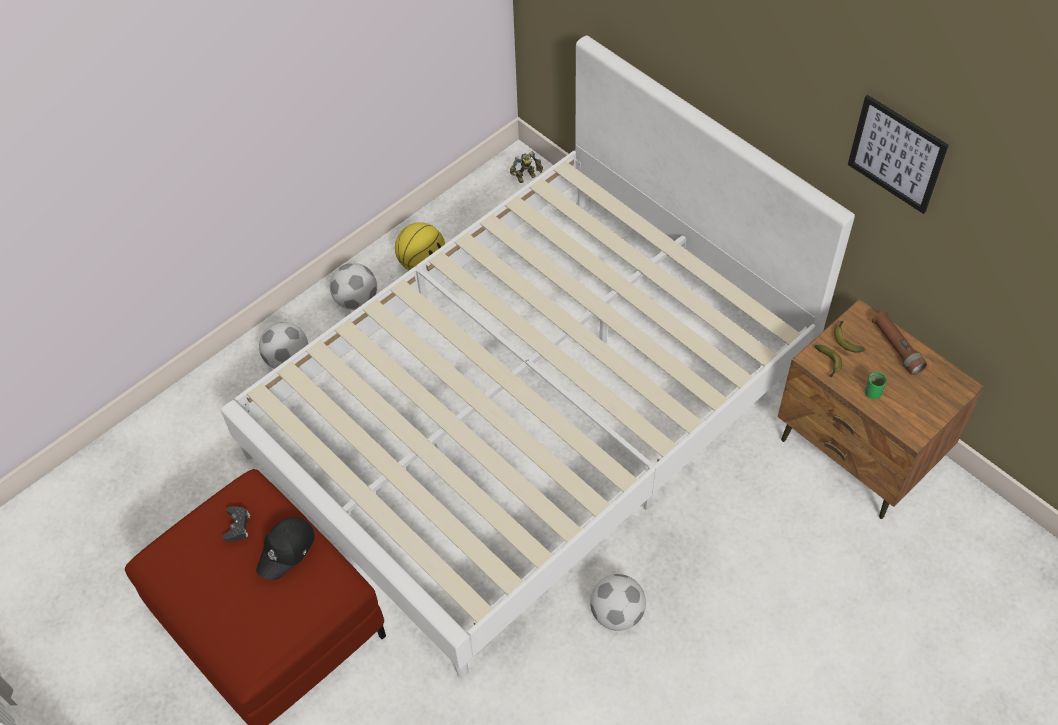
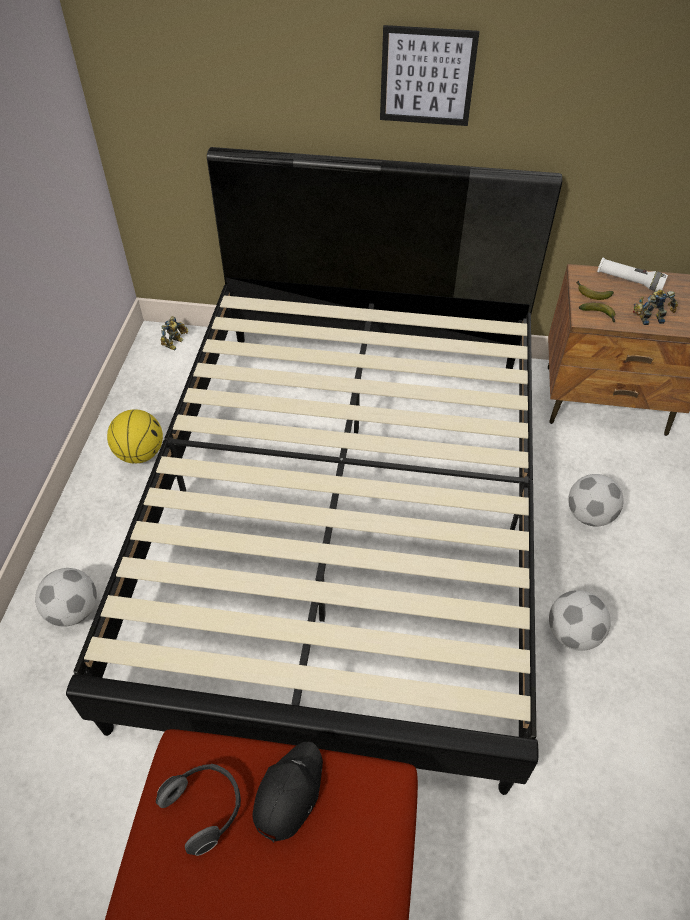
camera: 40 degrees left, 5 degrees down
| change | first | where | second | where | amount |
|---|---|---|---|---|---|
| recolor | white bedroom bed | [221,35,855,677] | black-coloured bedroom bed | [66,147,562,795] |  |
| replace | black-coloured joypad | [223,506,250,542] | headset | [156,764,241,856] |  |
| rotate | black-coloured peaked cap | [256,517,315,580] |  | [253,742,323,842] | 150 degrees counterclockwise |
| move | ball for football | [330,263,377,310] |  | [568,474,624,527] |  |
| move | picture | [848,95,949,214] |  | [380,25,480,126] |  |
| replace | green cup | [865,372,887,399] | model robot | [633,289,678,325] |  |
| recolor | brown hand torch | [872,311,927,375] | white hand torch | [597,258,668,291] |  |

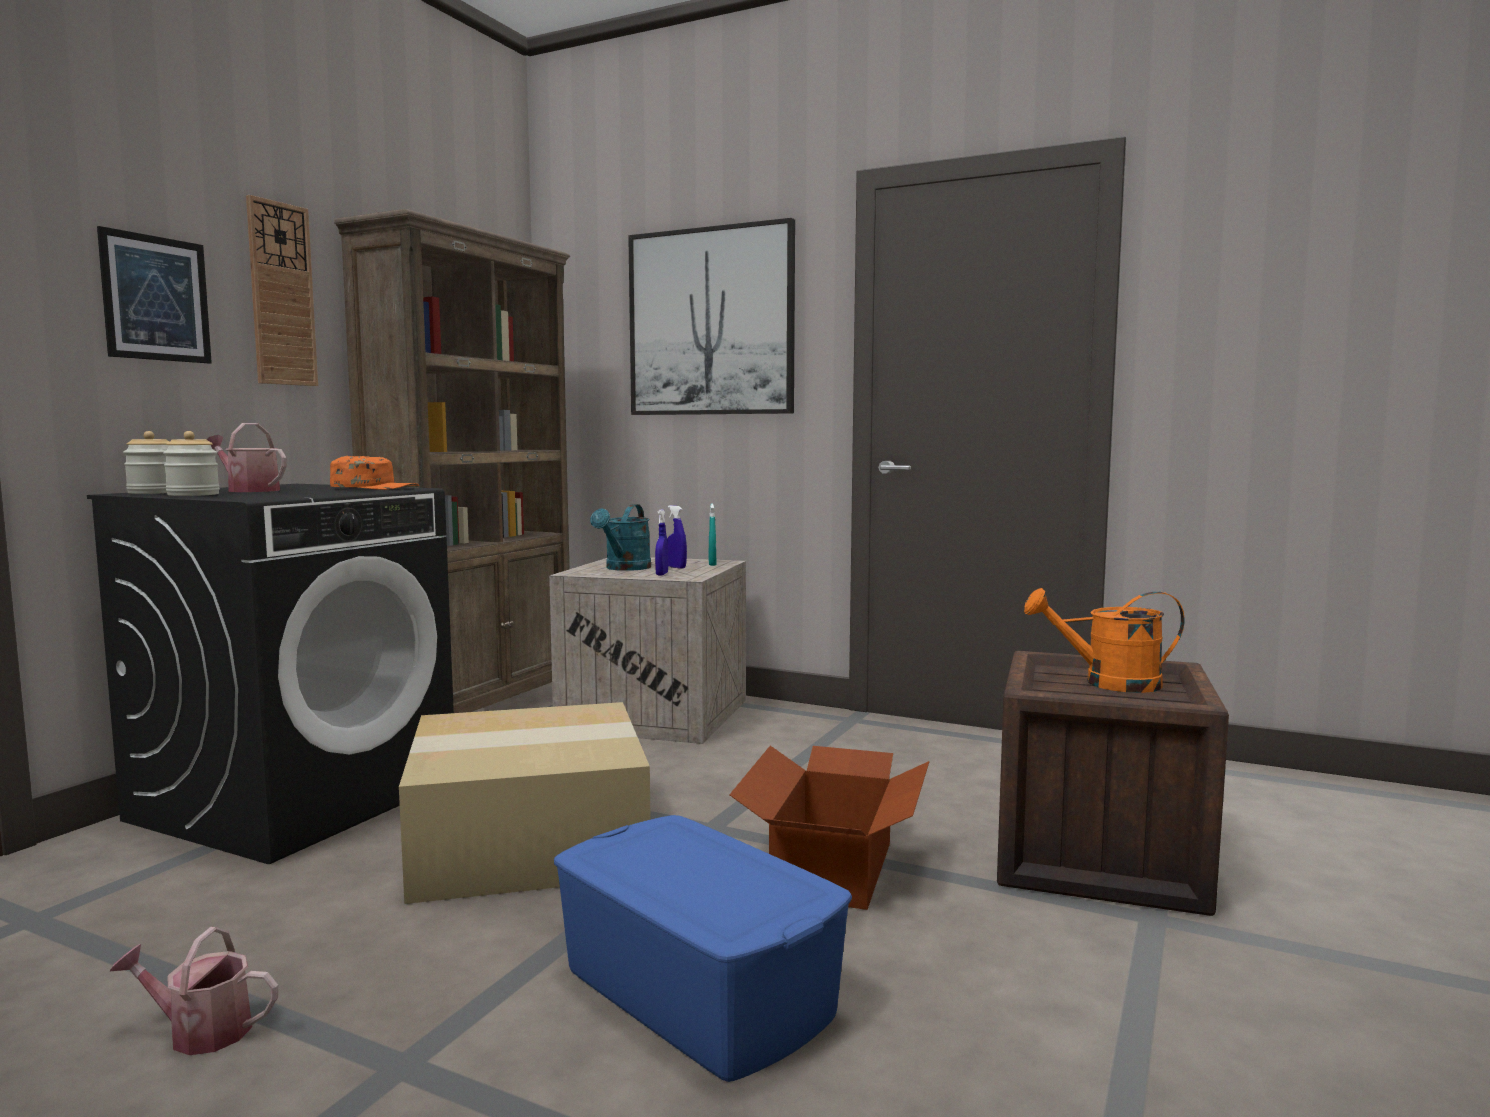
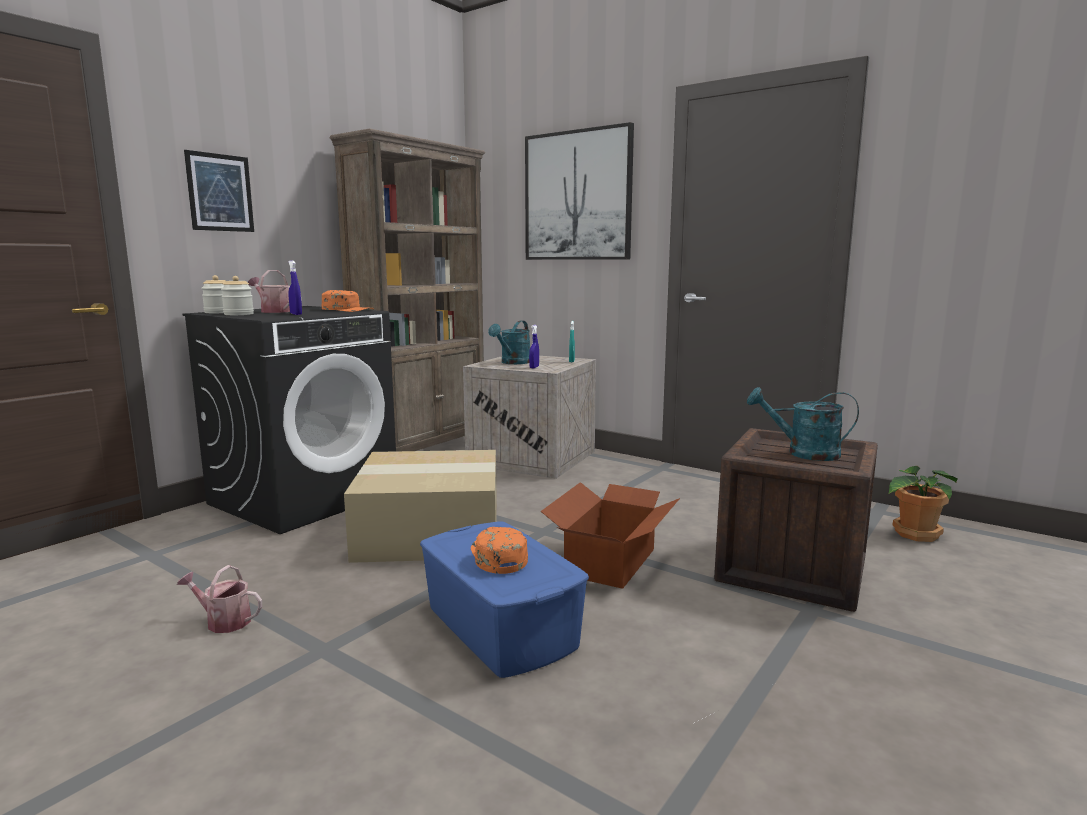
camera: 10 degrees right, 5 degrees up
| change | first | where | second | where | amount |
|---|---|---|---|---|---|
| delete | hanging clock | [246,195,318,386] |  |  |  |
| move | bluish hand sprayer | [667,505,687,569] |  | [288,260,302,315] |  |
| recolor | orange watering can | [1024,588,1184,693] | turquoise watering can | [747,387,859,461] |  |
| insert |  |  | orange peaked cap | [471,527,528,574] |  |
| insert |  |  | houseplant | [889,466,958,542] |  |

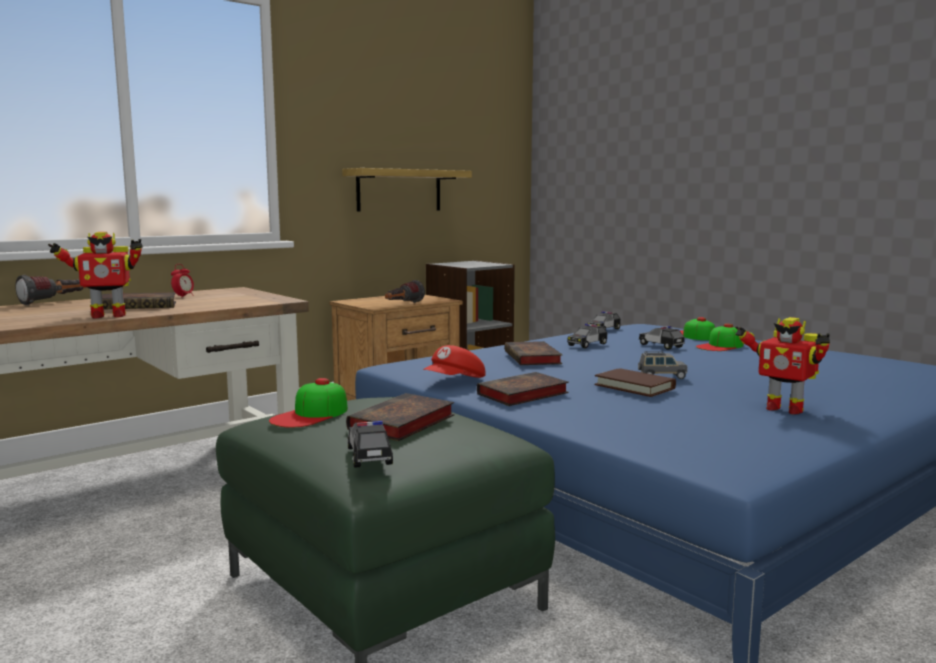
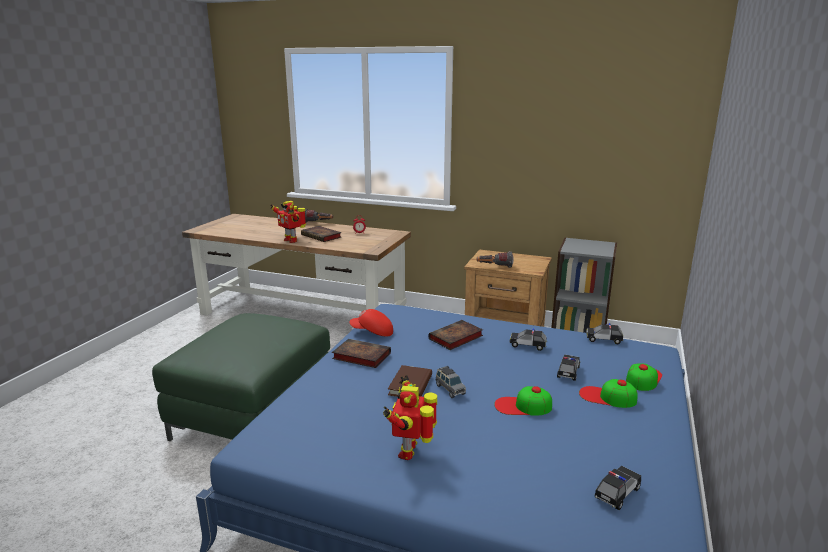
camera: 60 degrees right, 10 degrees up
| change | first | where | second | where | amount |
|---|---|---|---|---|---|
| move | peaked cap | [269,378,348,428] |  | [494,386,552,416] |  |
| delete | wall shelf | [342,168,472,212] |  |  |  |
| delete | book | [346,393,454,441] |  |  |  |
| move | model car | [347,421,393,468] |  | [595,466,641,510] |  |

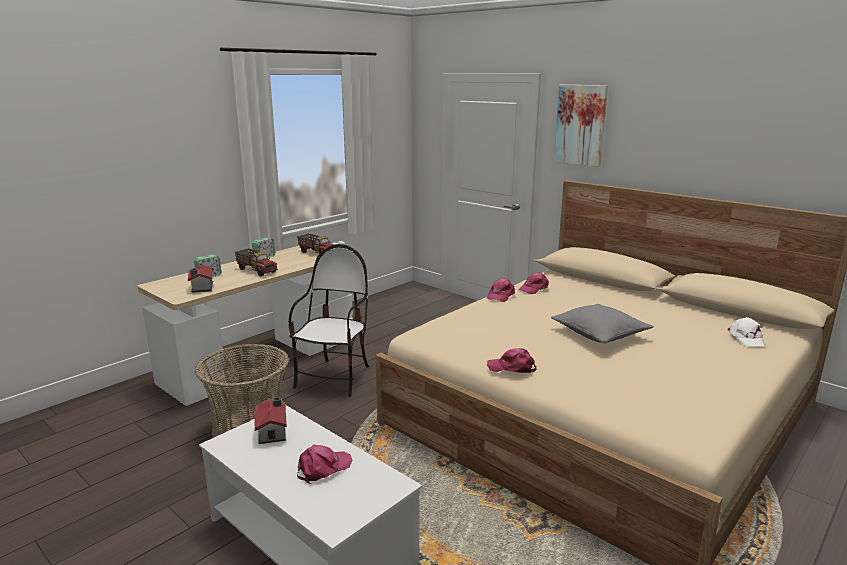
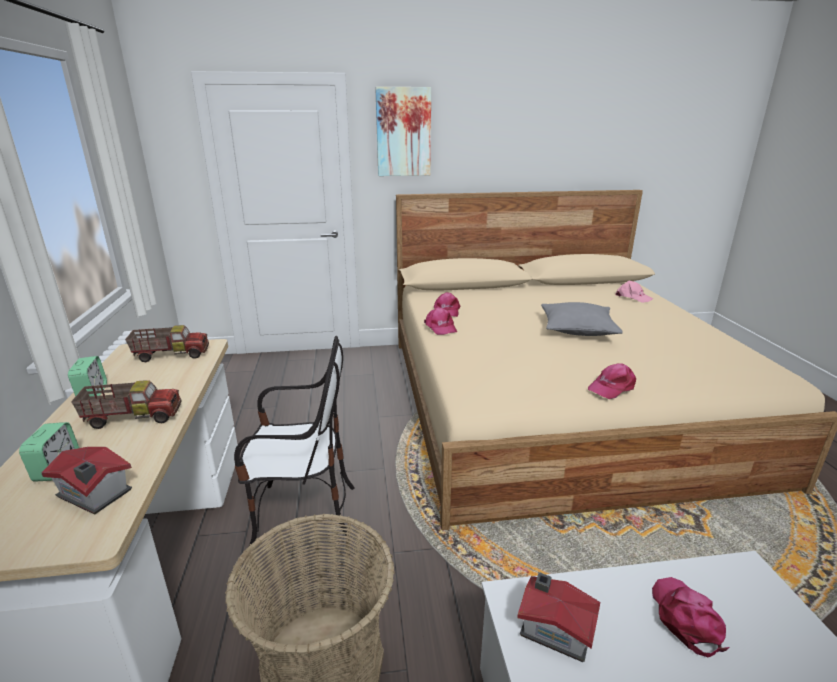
camera: 50 degrees left, 5 degrees up
| change | first | where | second | where | amount |
|---|---|---|---|---|---|
| rotate | chair | [289,244,369,397] |  | [234,336,354,546] | 120 degrees clockwise |
| recolor | white peaked cap | [727,317,766,346] | pink-coloured peaked cap | [616,281,653,303] |  |

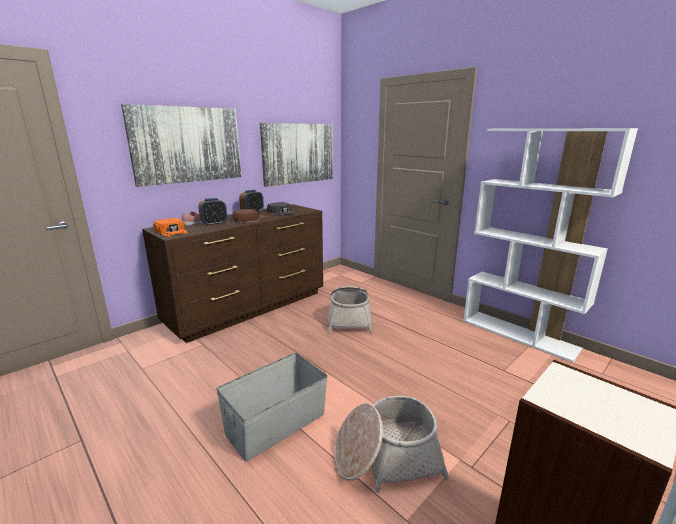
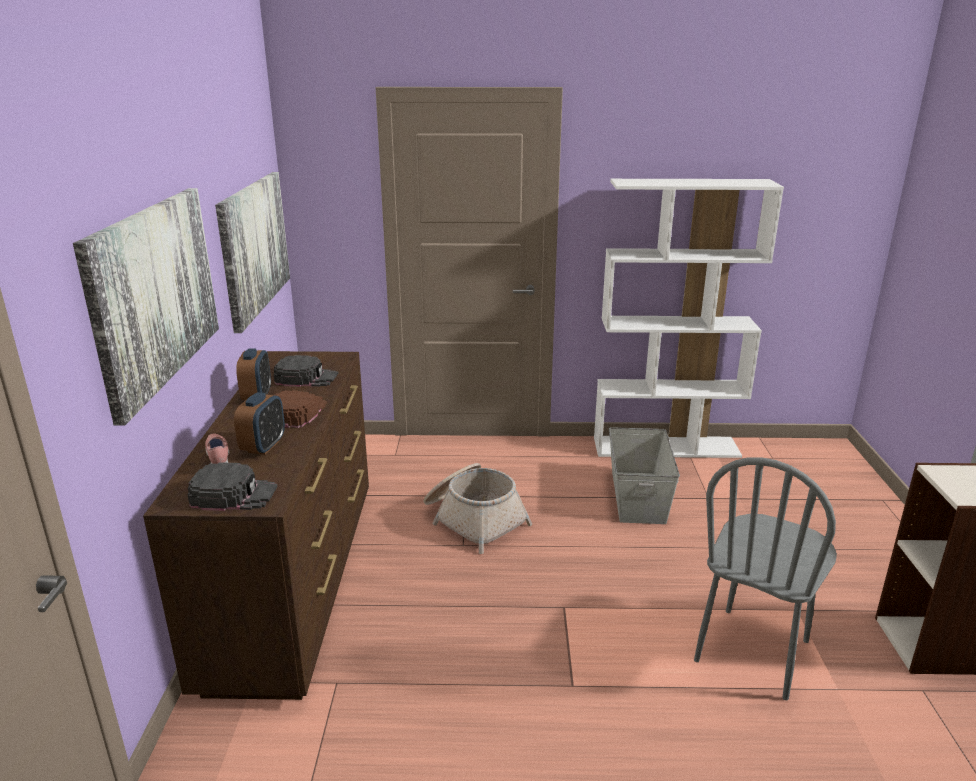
camera: 45 degrees left, 5 degrees up
| change | first | where | second | where | amount |
|---|---|---|---|---|---|
| recolor | orange peaked cap | [153,218,188,237] | black-coloured peaked cap | [187,462,278,511] |  |
| move | gray storage box | [216,353,328,462] |  | [609,427,680,524] |  |
| replace | household basket | [334,396,449,493] | gray chair | [694,457,837,700] |  |

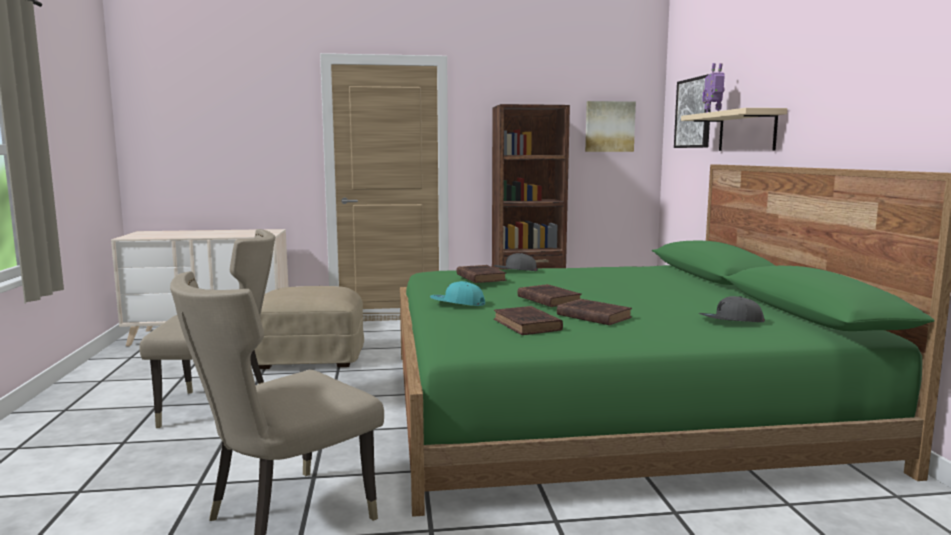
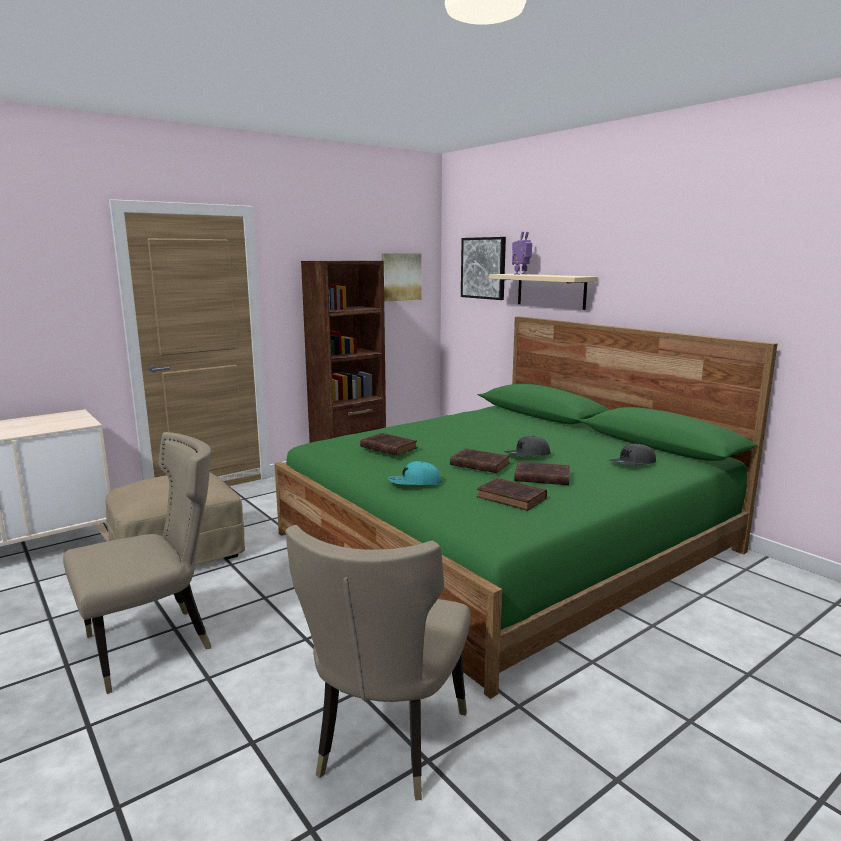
camera: 30 degrees left, 5 degrees up
| change | first | where | second | where | amount |
|---|---|---|---|---|---|
| move | gray peaked cap | [494,253,538,271] |  | [504,436,551,456] |  |

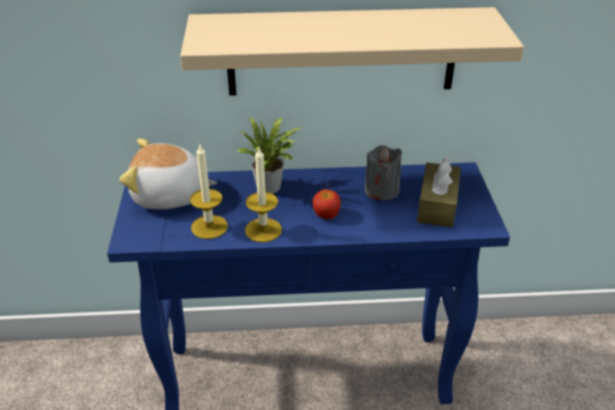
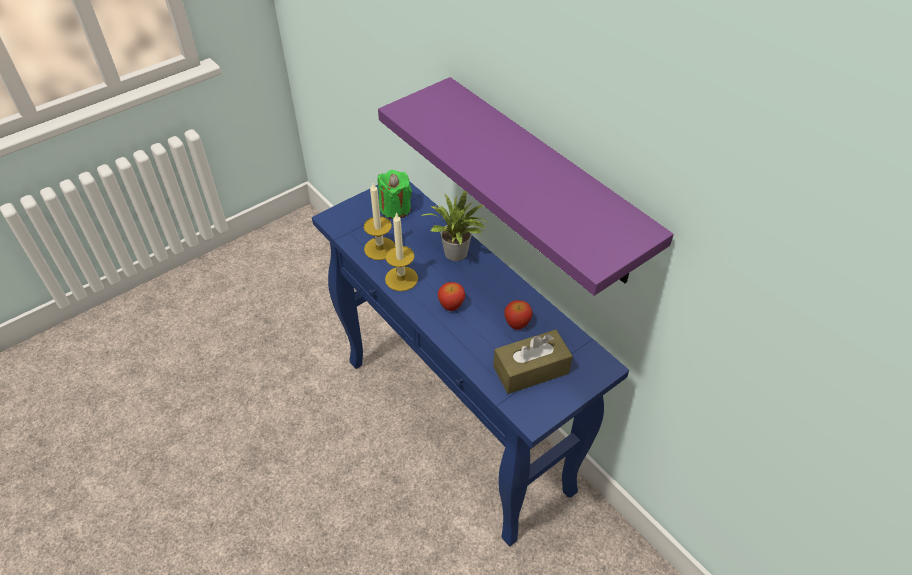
camera: 55 degrees right, 10 degrees up
| change | first | where | second | where | amount |
|---|---|---|---|---|---|
| replace | cuddly toy | [119,139,217,209] | green candle | [377,170,412,219] |  |
| recolor | sand-coloured wall shelf | [180,7,524,96] | purple-coloured wall shelf | [378,77,674,296] |  |
| replace | gray candle | [365,145,403,200] | whole apple | [504,300,532,330] |  |

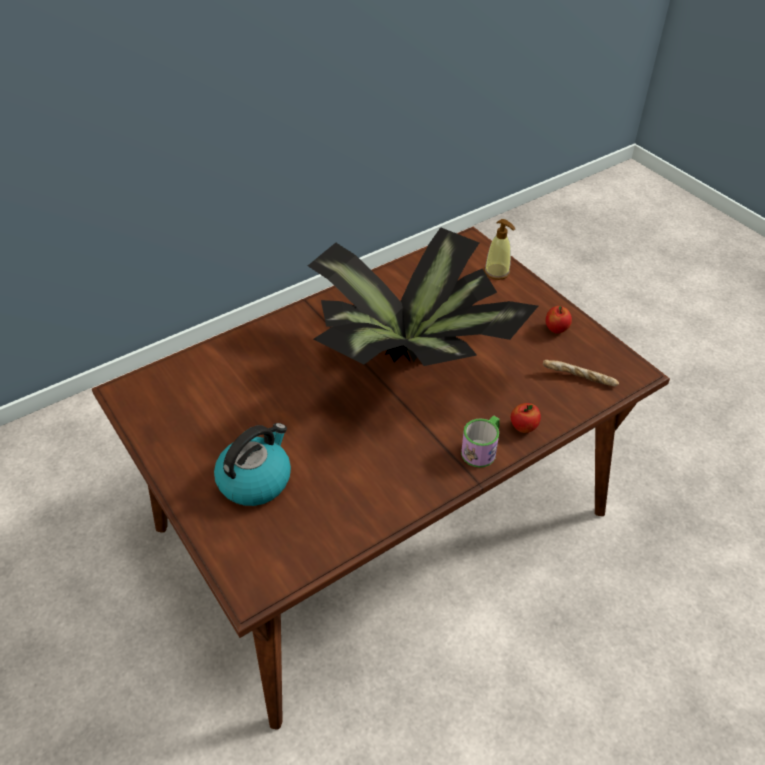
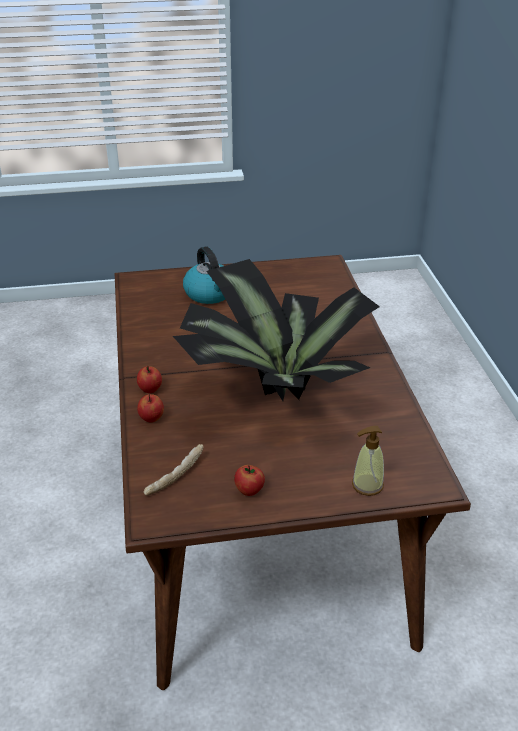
camera: 115 degrees right, 10 degrees down
| change | first | where | second | where | amount |
|---|---|---|---|---|---|
| replace | tea mug | [461,416,500,468] | whole apple | [137,366,162,393] |  |

